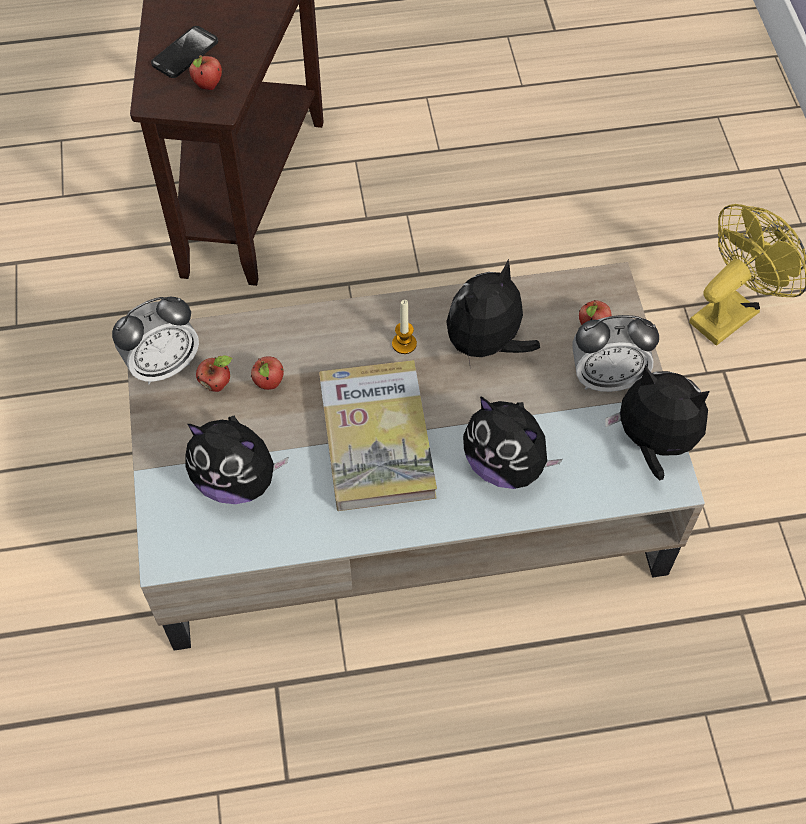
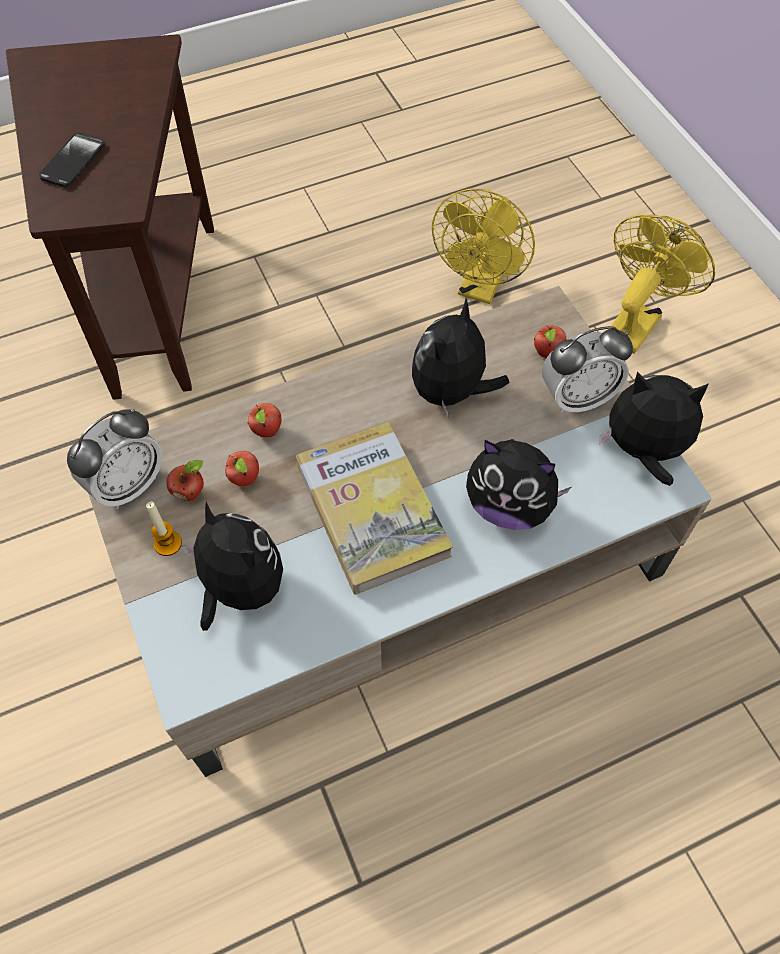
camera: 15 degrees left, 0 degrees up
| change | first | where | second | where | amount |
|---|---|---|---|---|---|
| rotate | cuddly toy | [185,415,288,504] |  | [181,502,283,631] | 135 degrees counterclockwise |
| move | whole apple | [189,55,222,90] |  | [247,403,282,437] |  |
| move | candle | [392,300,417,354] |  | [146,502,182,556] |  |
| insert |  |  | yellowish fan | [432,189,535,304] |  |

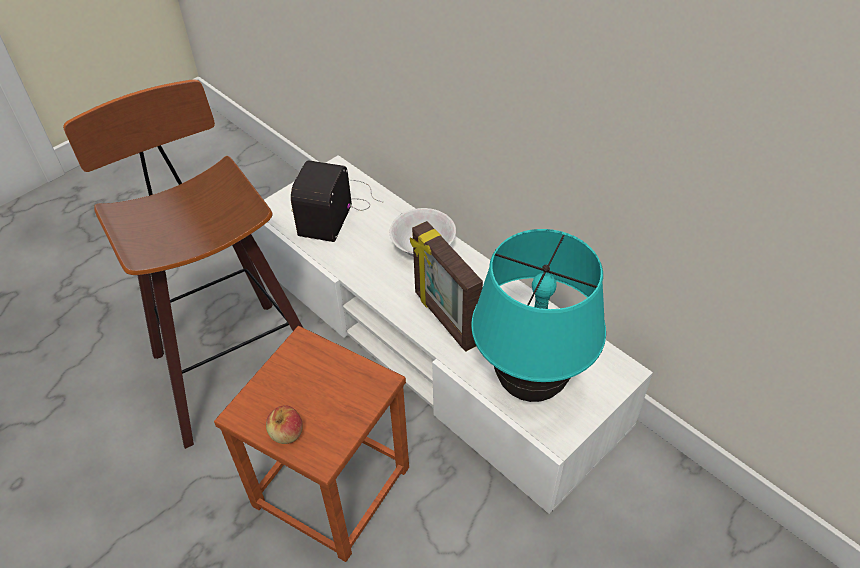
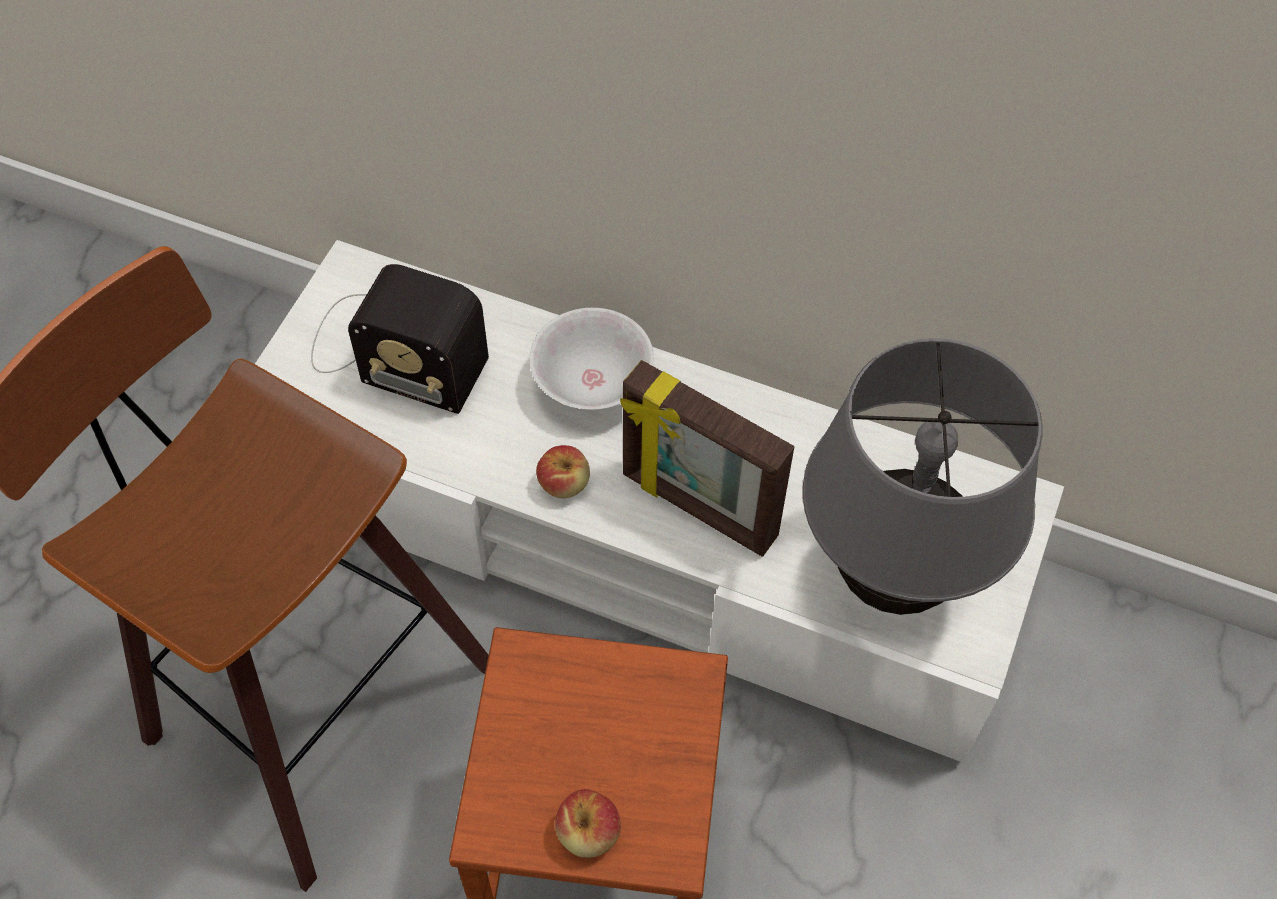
camera: 25 degrees left, 10 degrees up
| change | first | where | second | where | amount |
|---|---|---|---|---|---|
| rotate | radio set | [291,161,384,242] |  | [311,264,489,414] | 60 degrees counterclockwise |
| recolor | turquoise table lamp | [471,229,606,402] | gray table lamp | [803,338,1043,615] |  |
| insert |  |  | whole apple | [536,445,590,499] |  |

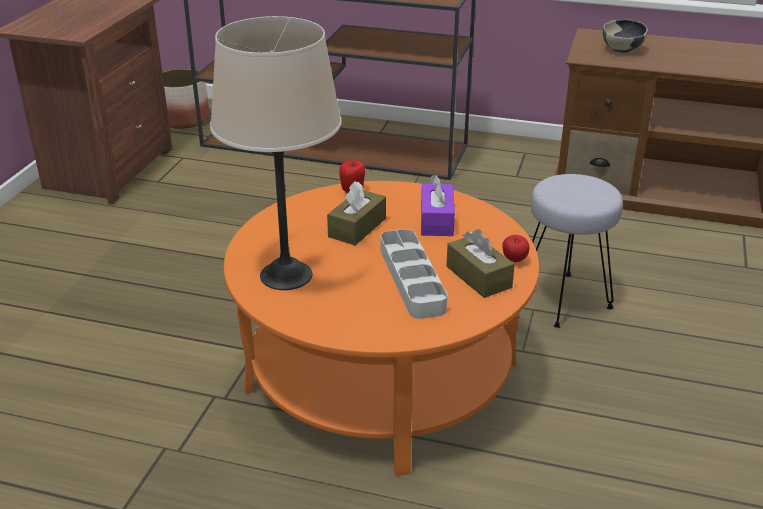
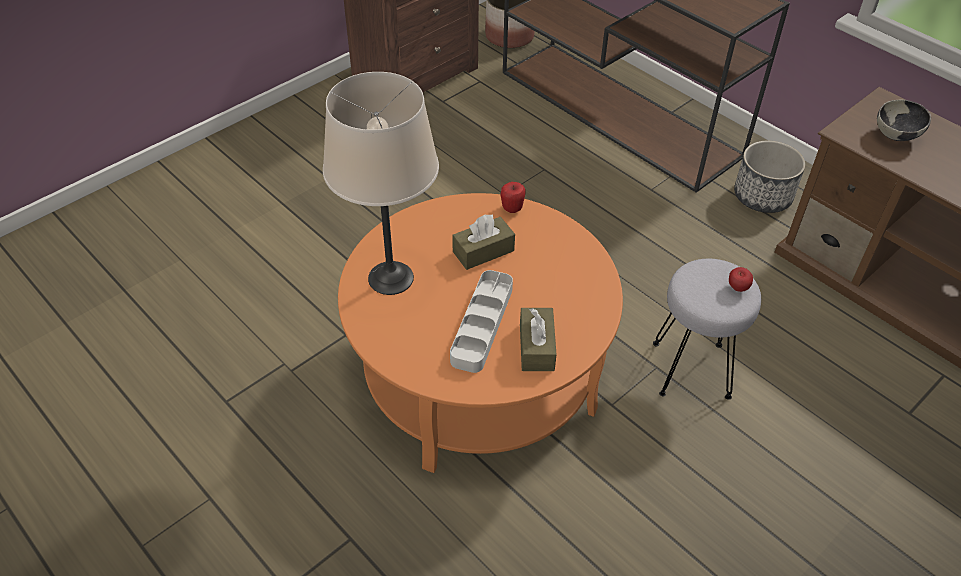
camera: 30 degrees right, 15 degrees up
| change | first | where | second | where | amount |
|---|---|---|---|---|---|
| delete | purple-coloured box of tissues | [421,174,455,236] |  |  |  |
| move | whole apple | [502,235,529,262] |  | [729,267,753,292] |  |
| insert |  |  | plant pot | [734,141,805,213] |  |

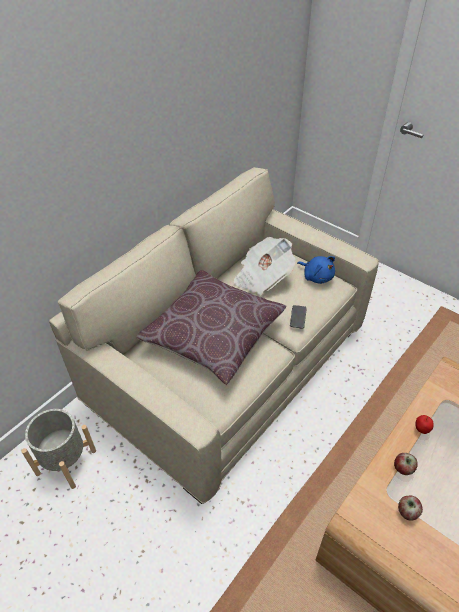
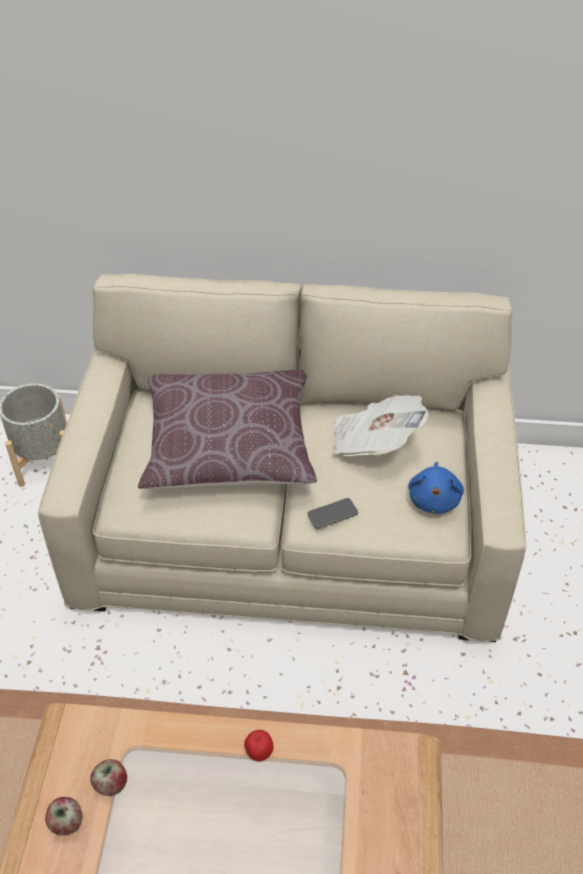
camera: 55 degrees right, 0 degrees up
| change | first | where | second | where | amount |
|---|---|---|---|---|---|
| move | whole apple | [394,453,418,475] |  | [45,797,82,836] |  |

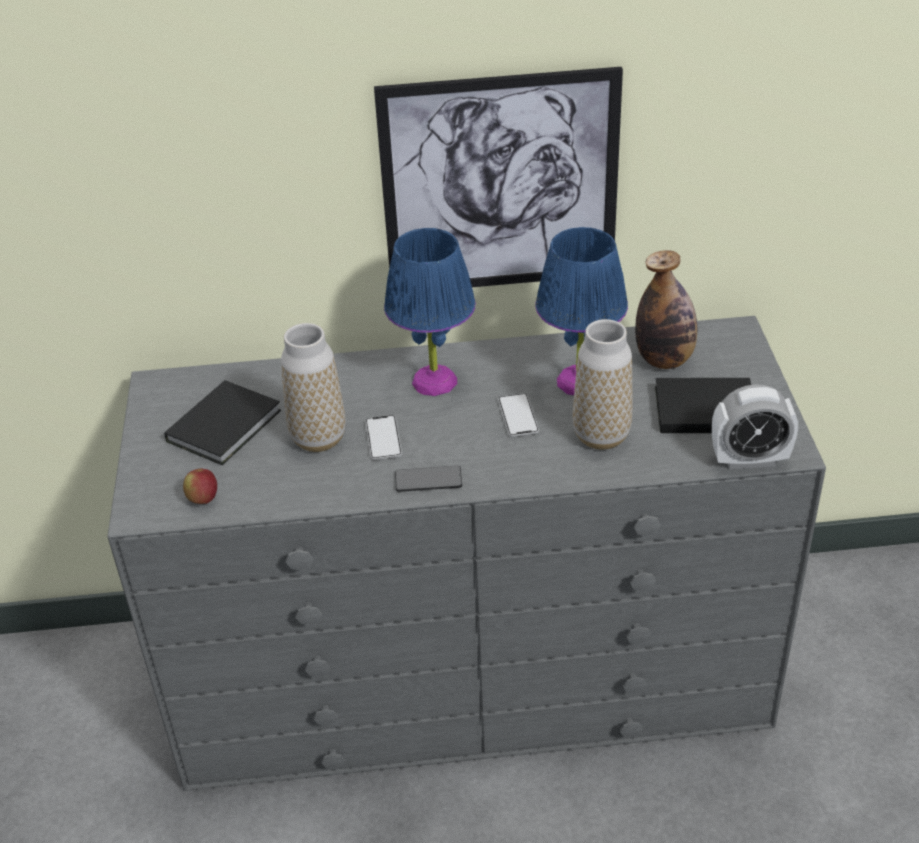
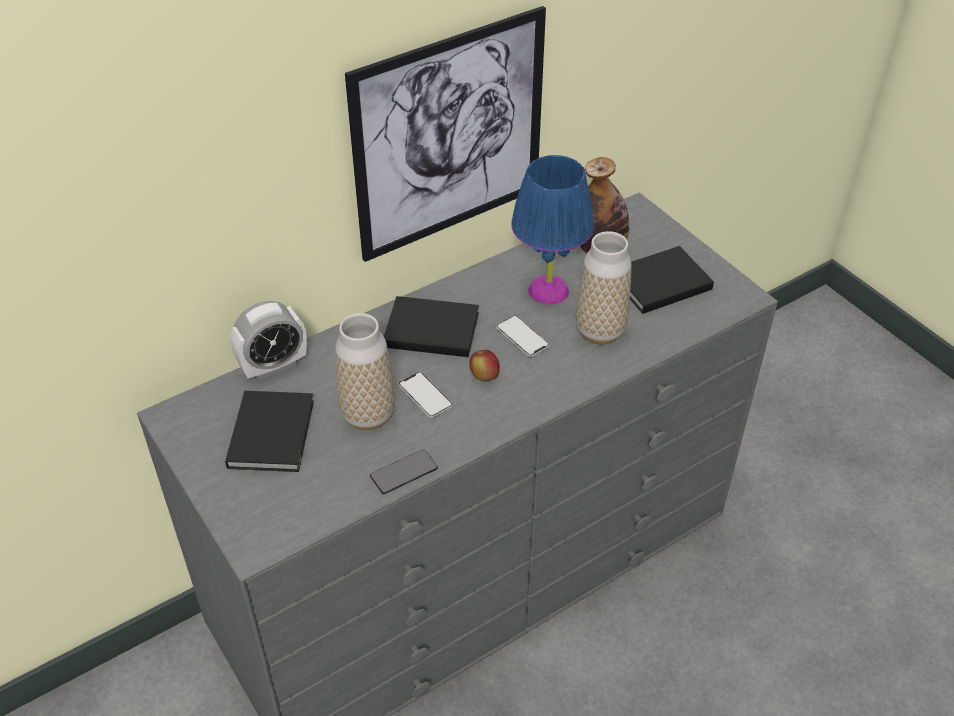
camera: 30 degrees left, 5 degrees up
| change | first | where | second | where | amount |
|---|---|---|---|---|---|
| move | whole apple | [183,469,217,504] |  | [469,350,500,381] |  |
| replace | bluish table lamp | [384,228,476,396] | black-coloured book | [384,296,479,357] |  |
| move | phone | [395,466,462,492] |  | [370,449,438,494] |  |
| move | bedside clock | [712,384,798,469] |  | [230,301,307,380] |  |

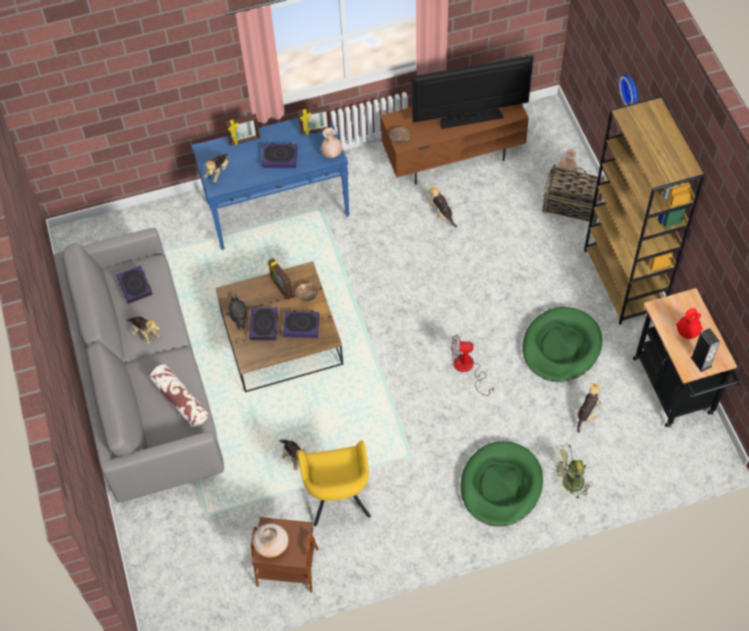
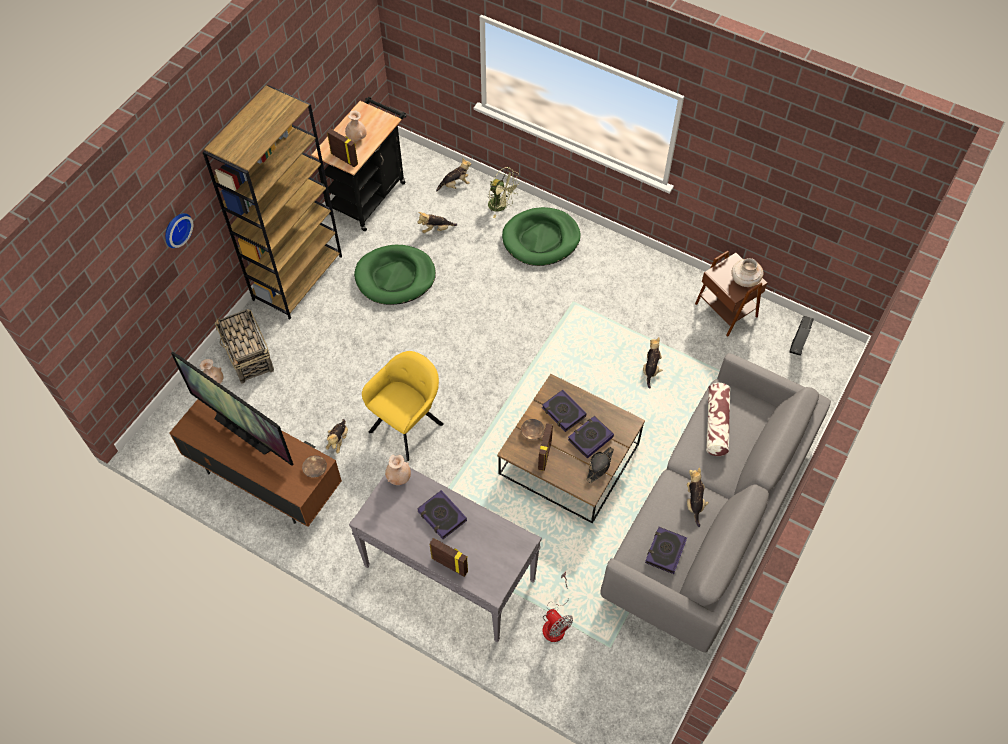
camera: 135 degrees left, 0 degrees up
| change | first | where | second | where | amount |
|---|---|---|---|---|---|
| recolor | bluish hall table | [191,118,350,250] | gray hall table | [349,468,542,643] |  |
| move | cuddly toy | [204,153,228,182] |  | [436,158,471,192] |  |
| move | standing frame | [298,105,332,135] |  | [327,129,358,168] |  |
| move | yellowish lounge chair | [298,440,371,527] |  | [362,351,444,461] |  |
| move | fan | [451,334,494,396] |  | [542,572,573,642] |  |
| recolor | red-coloured vase | [676,308,703,339] | sand-coloured vase | [345,110,367,141] |  |
| move | audio speaker | [690,328,720,372] |  | [789,316,814,356] |  |

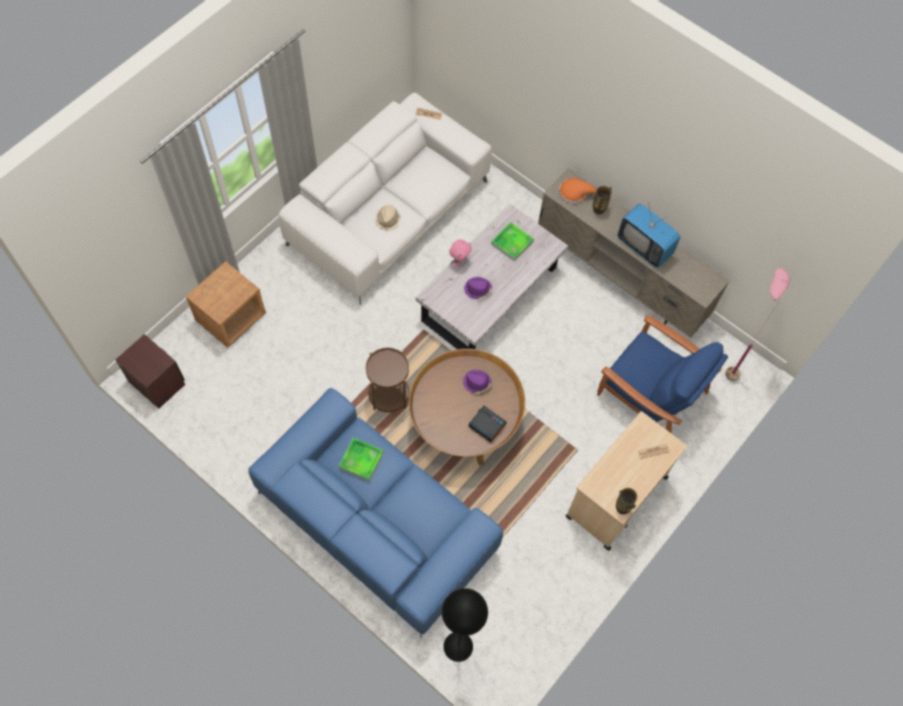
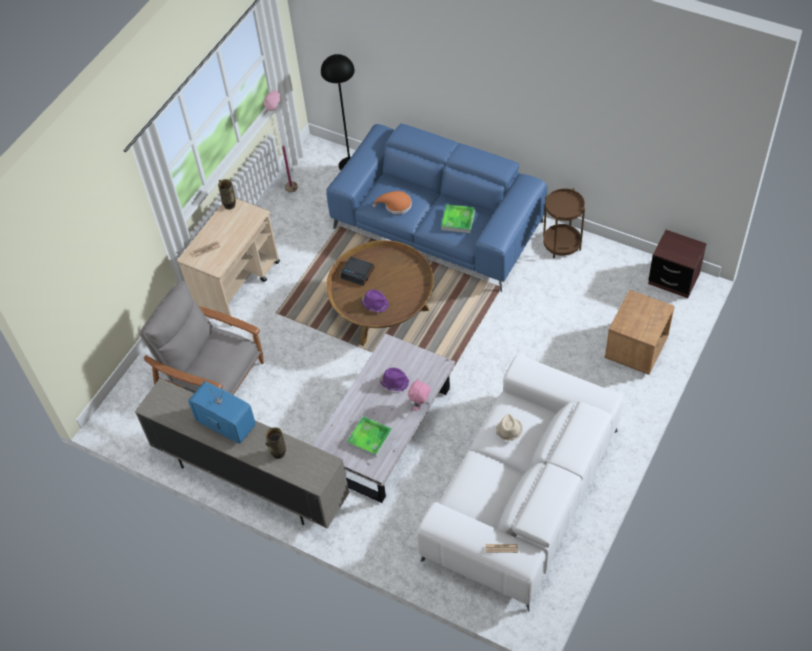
camera: 175 degrees right, 10 degrees down
| change | first | where | second | where | amount |
|---|---|---|---|---|---|
| move | brown accent table | [366,348,409,412] |  | [543,188,585,258] |  |
| move | orange wearable hat | [559,178,597,204] |  | [373,191,412,214] |  |
| recolor | bluish lounge chair | [597,315,728,434] | gray lounge chair | [139,281,264,395] |  |
| move | pink-coloured standing lamp | [725,268,790,381] |  | [264,90,298,193] |  |

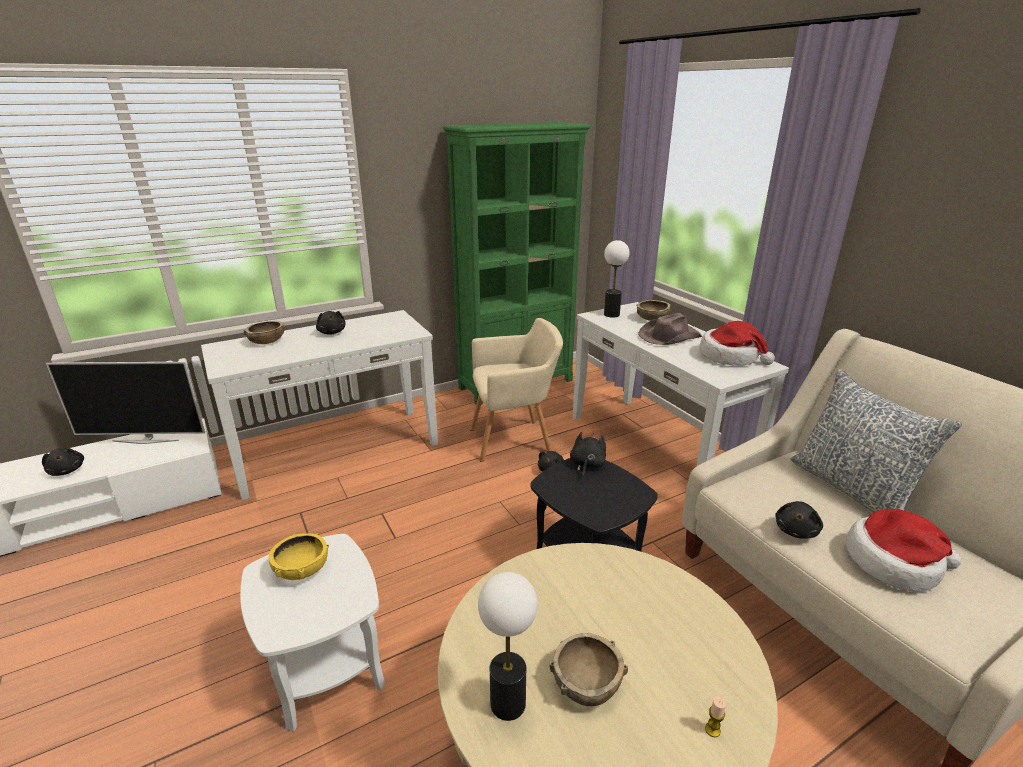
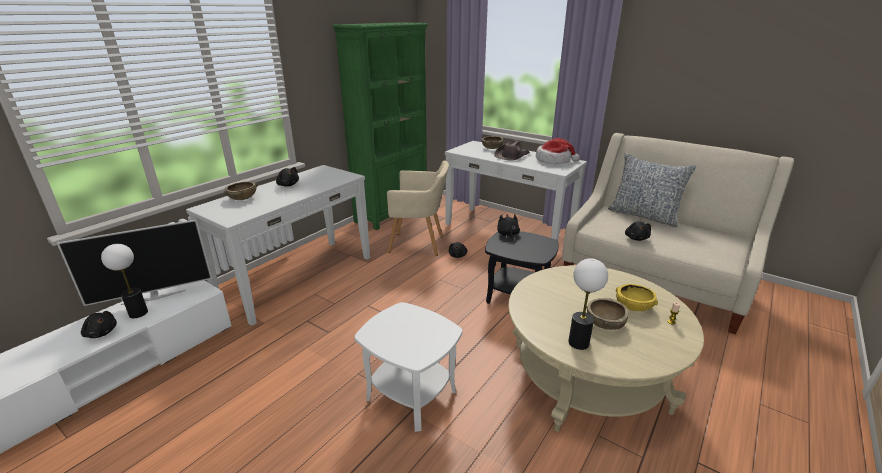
camera: 25 degrees left, 0 degrees up
| change | first | where | second | where | amount |
|---|---|---|---|---|---|
| move | yellowish deep dish | [268,533,329,580] |  | [616,284,658,311] |  |
| rotate | sand-coloured lounge chair | [470,318,563,462] |  | [387,161,449,256] | 45 degrees clockwise |
| move | table lamp | [604,240,629,317] |  | [101,244,148,318] |  |
| delete | wearable hat | [846,509,962,592] |  |  |  |

